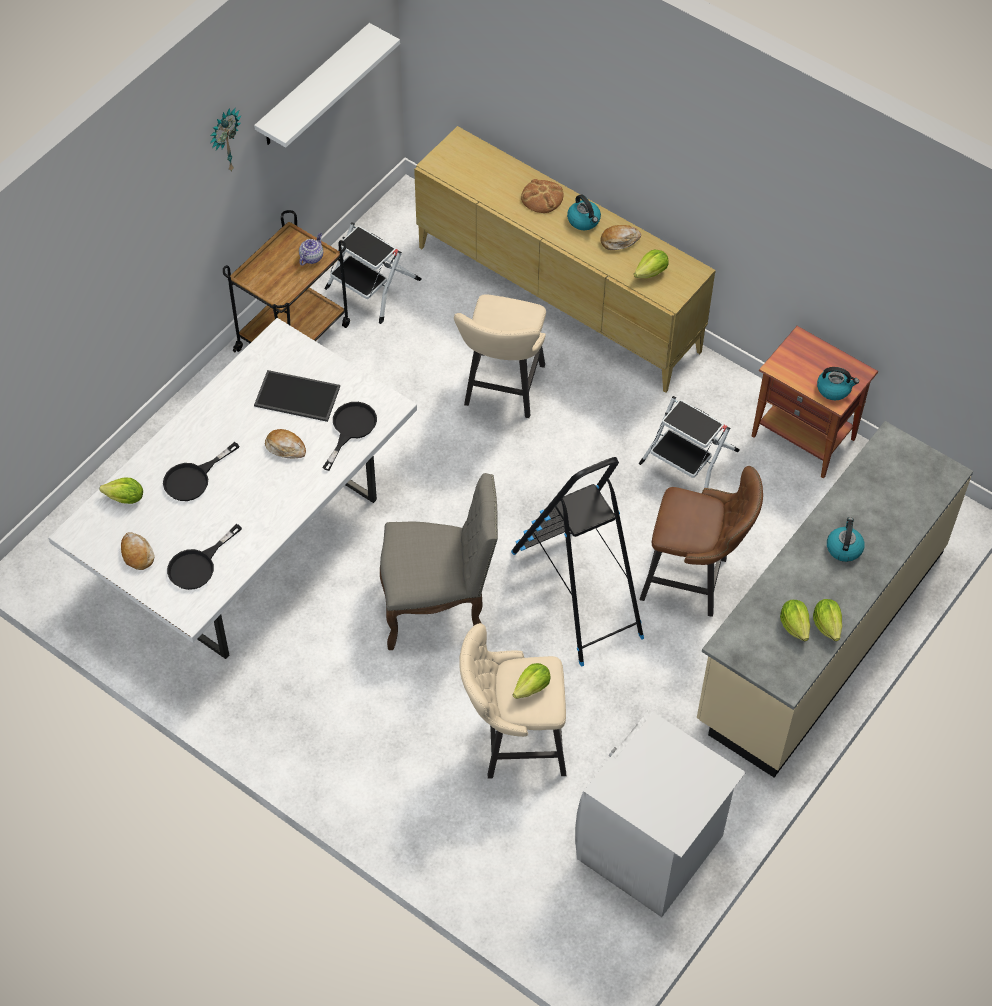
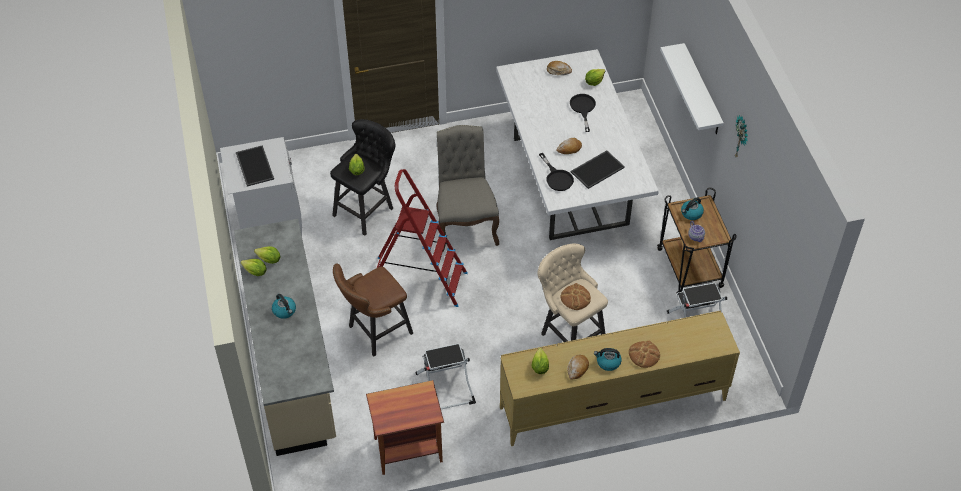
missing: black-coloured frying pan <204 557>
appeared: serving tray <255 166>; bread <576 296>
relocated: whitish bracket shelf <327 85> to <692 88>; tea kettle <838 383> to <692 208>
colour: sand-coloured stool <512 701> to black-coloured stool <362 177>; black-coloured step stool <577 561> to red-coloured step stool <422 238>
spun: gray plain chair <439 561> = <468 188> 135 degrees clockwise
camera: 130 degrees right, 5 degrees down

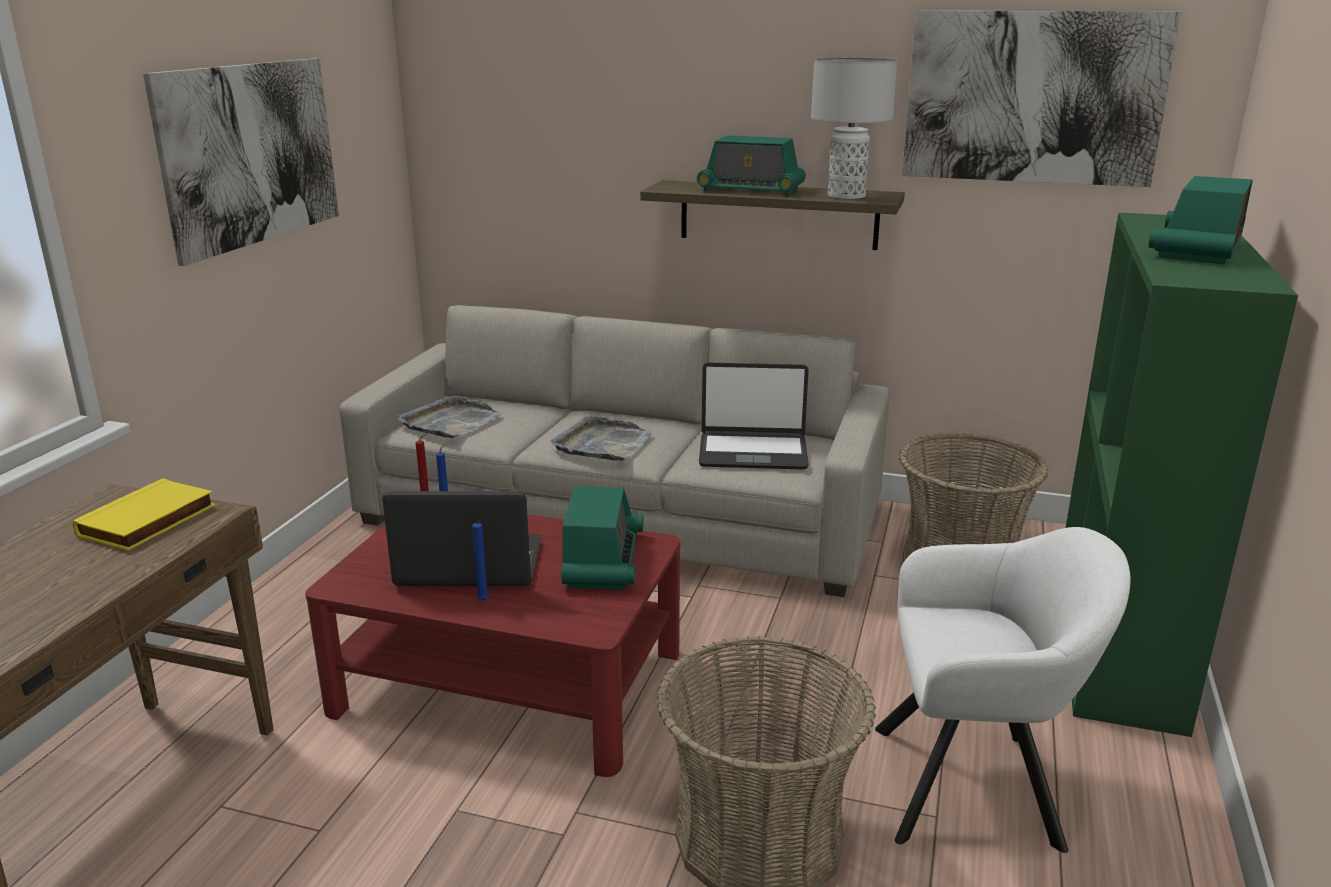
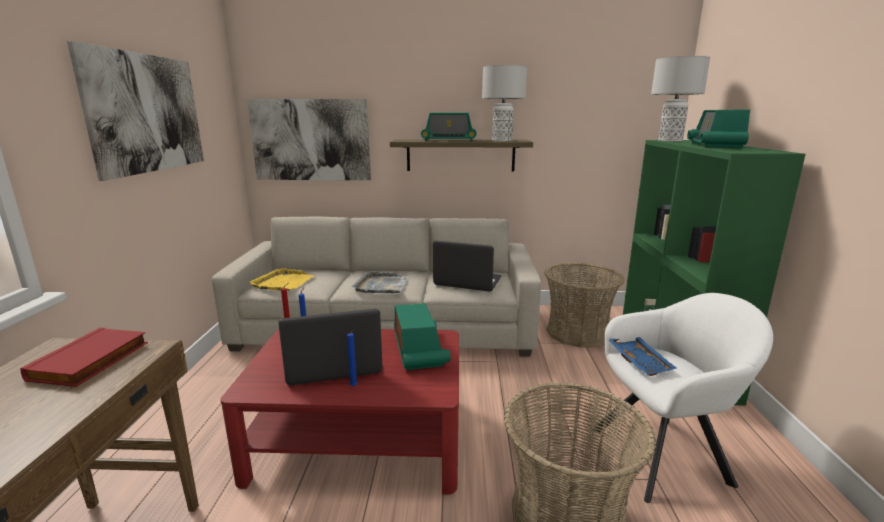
appeared: bluish serving tray <642 356>; whitish table lamp <680 99>
relocated: wall art <1042 99> to <309 139>
colour: yellow-coloured book <144 514> to red-coloured book <84 357>; gray serving tray <450 417> to yellow-coloured serving tray <282 279>
spun: laptop <754 416> = <467 266> 150 degrees counterclockwise
camera: 15 degrees left, 5 degrees down

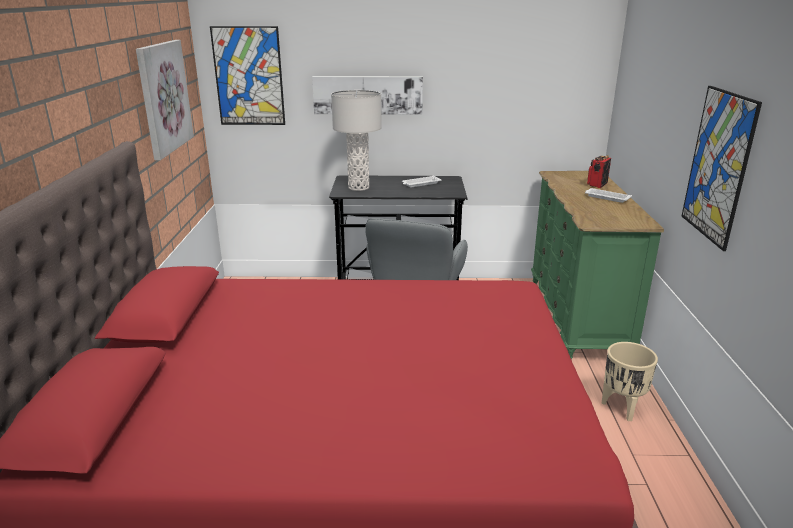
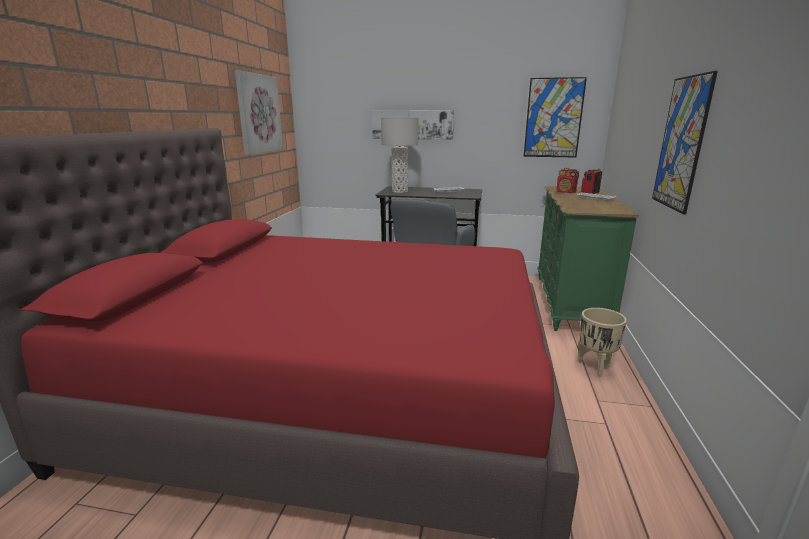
appeared: radio set <567 180>
relocated: wall art <247 75> to <555 117>
camera: 10 degrees right, 5 degrees down

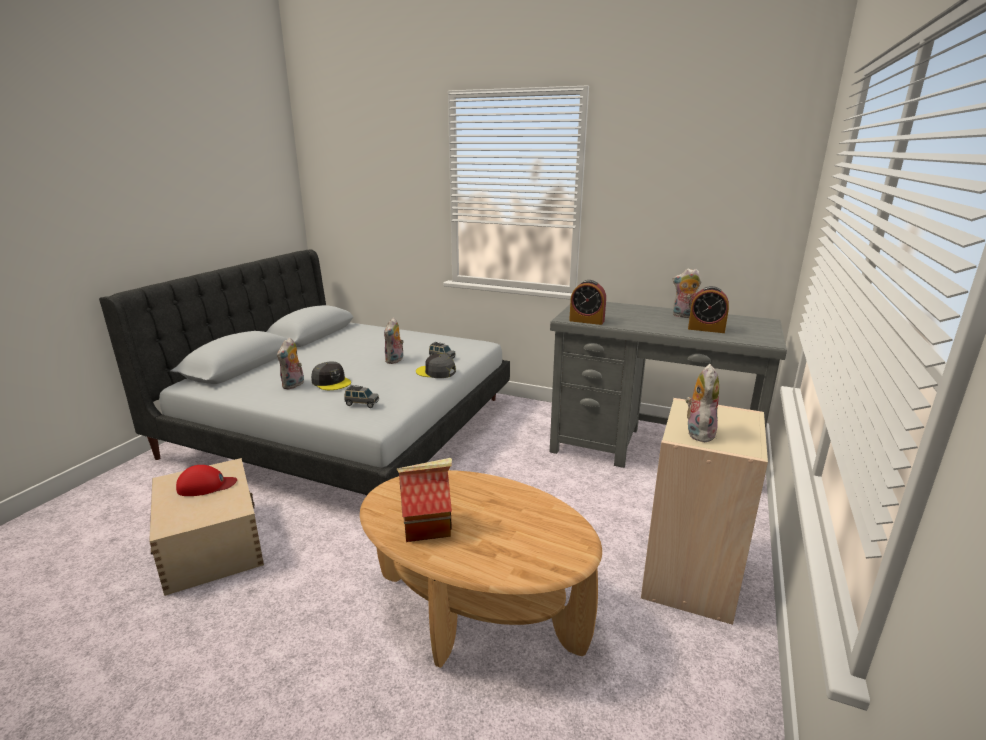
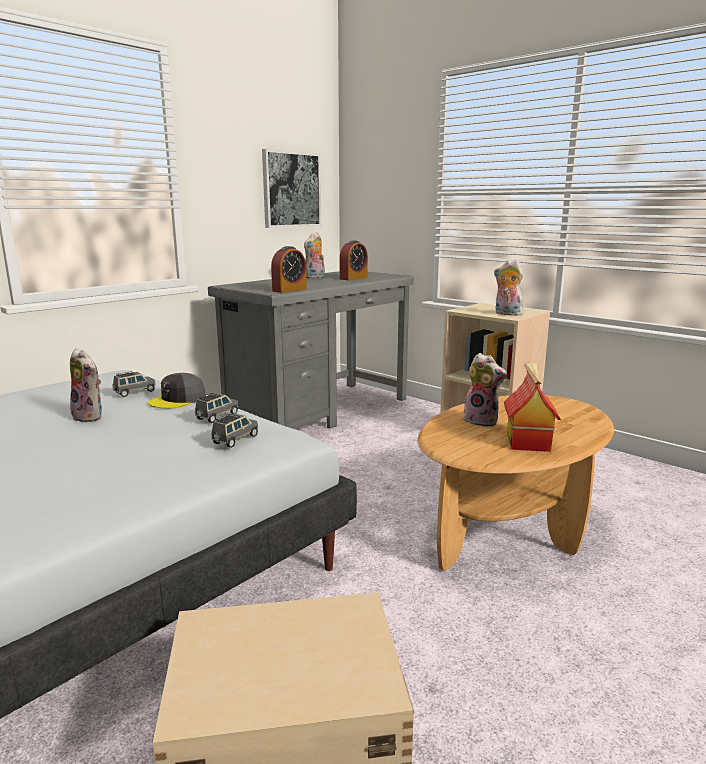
missing: red-coloured peaked cap <206 480>; gray peaked cap <331 376>
appeared: gray model car <216 408>; wall art <291 188>
relocated: cuddly toy <290 363> to <484 390>
camera: 70 degrees left, 5 degrees down

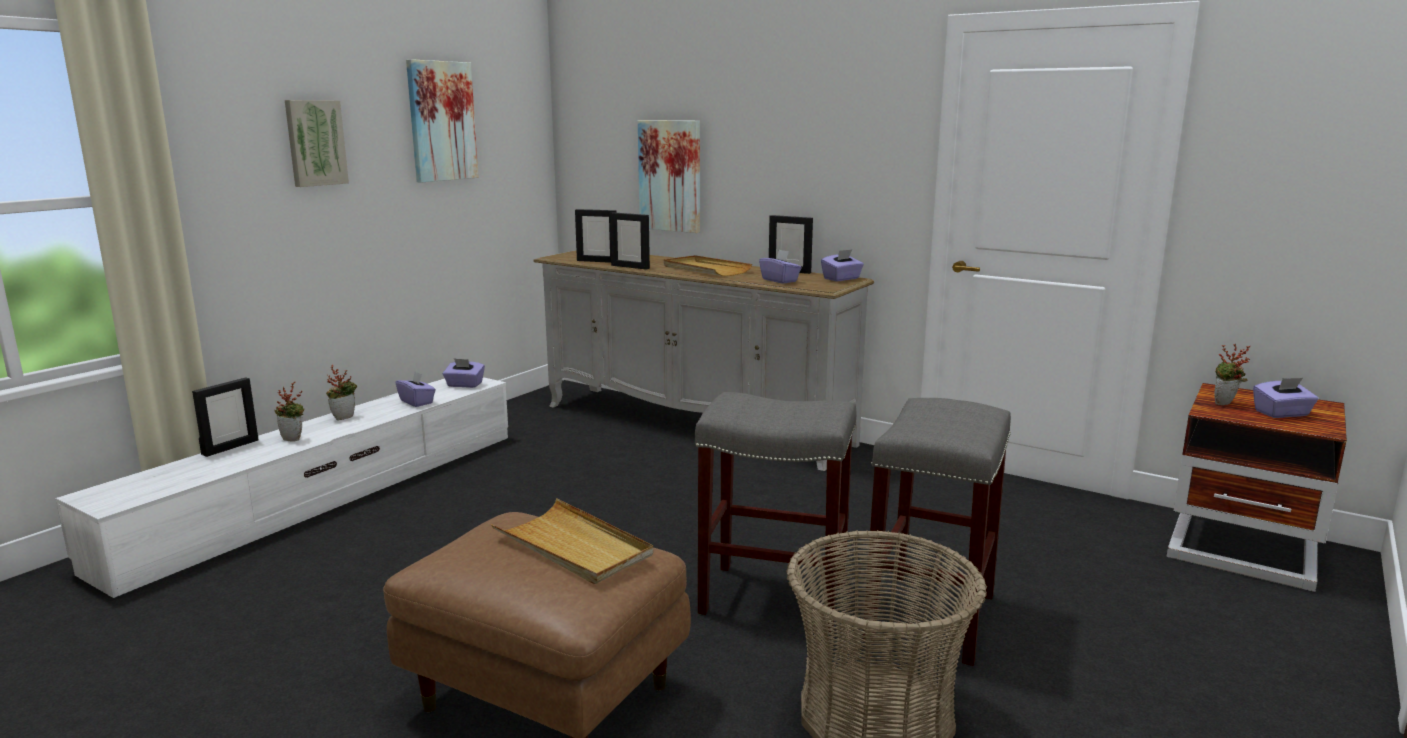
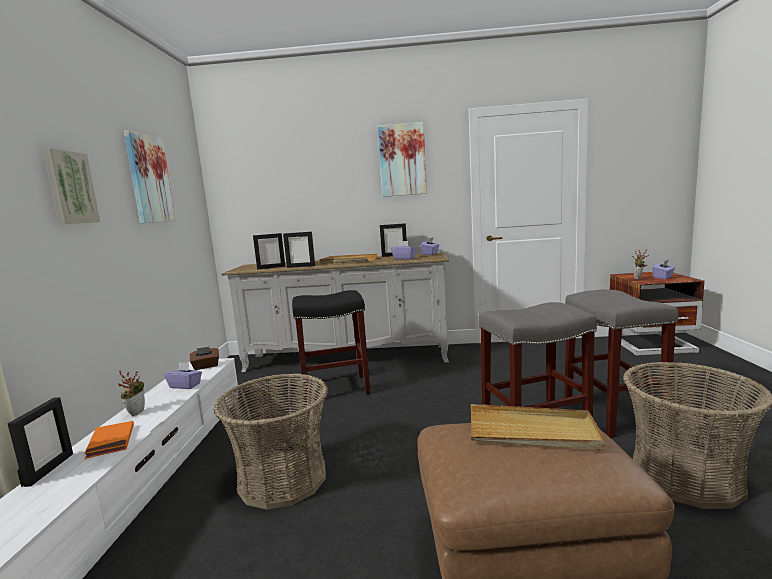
appeared: basket <271 441>; black-coloured stool <331 346>
relocated: wall art <669 176> to <402 159>
exchanged: houseplant <290 411> to orange book <109 440>
colour: purple-coloured box of tissues <464 373> to brownish box of tissues <204 358>
camera: 30 degrees left, 5 degrees down

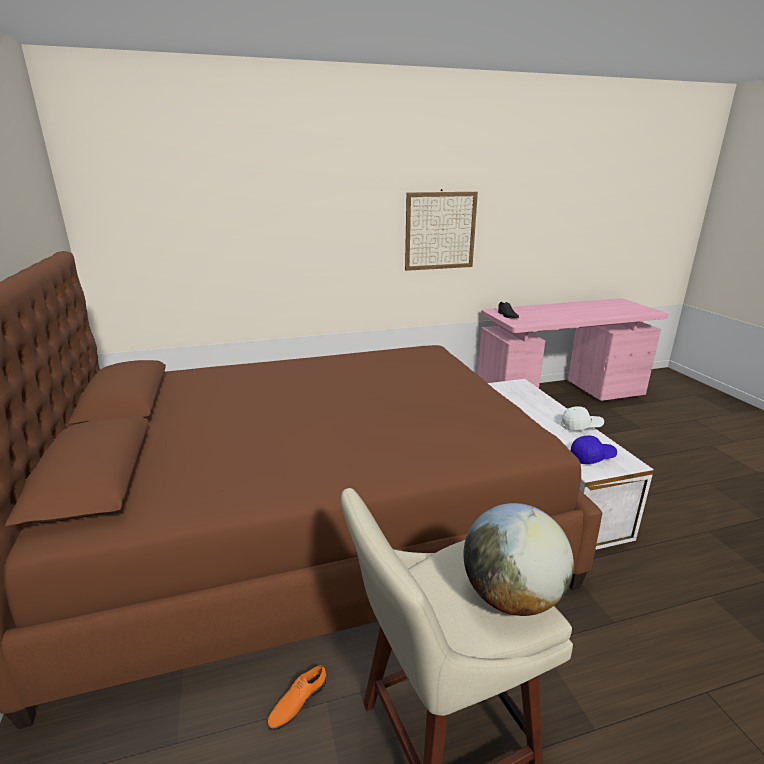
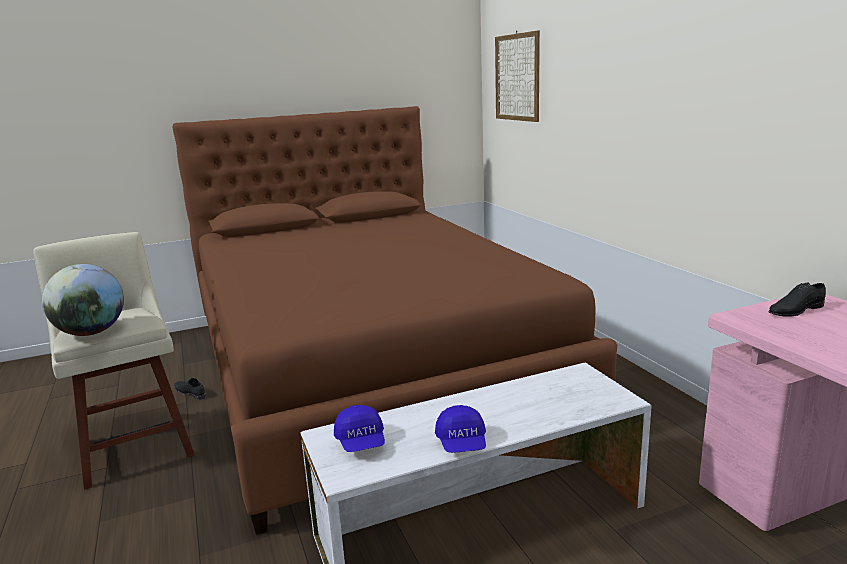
relocated: wall art <441 230> to <517 76>
colour: orange item of footwear <296 697> to black-coloured item of footwear <190 389>; whitish peaked cap <582 418> to bluish peaked cap <460 429>
camera: 85 degrees right, 5 degrees down

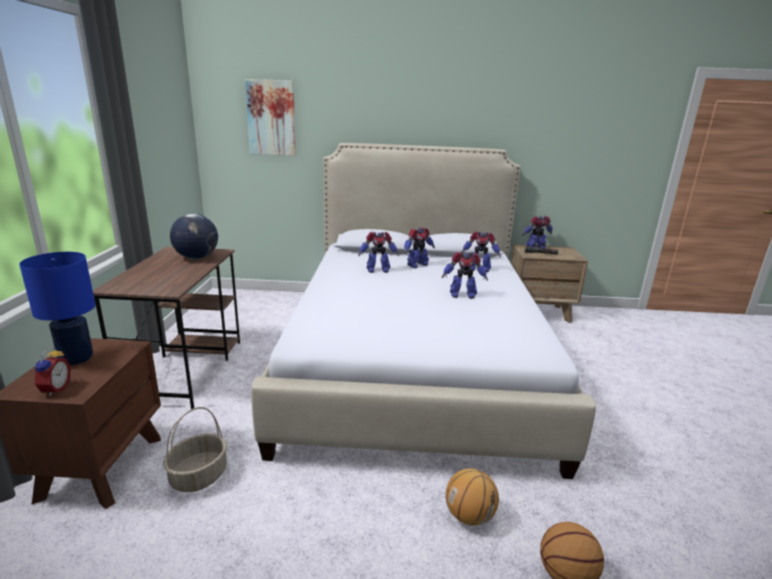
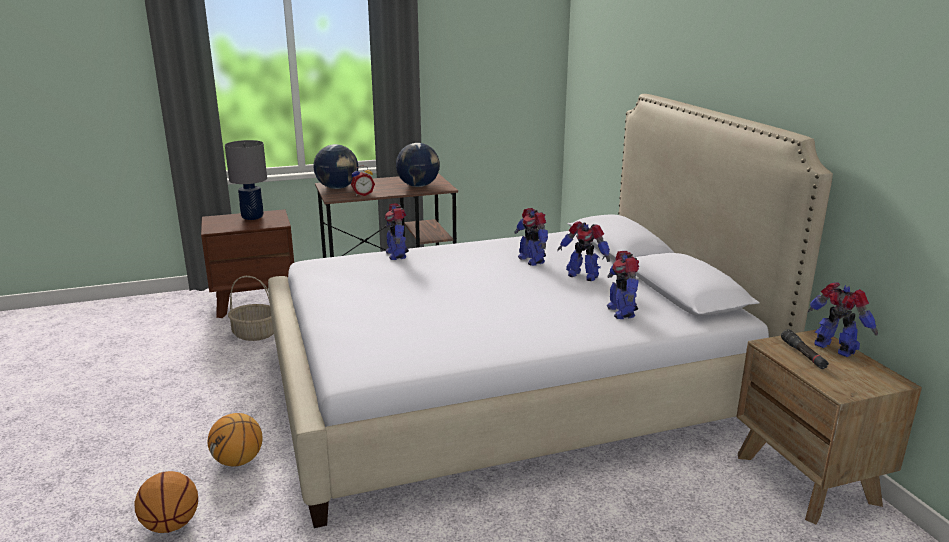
missing: wall art <270 117>
appeared: world globe <336 166>
relocated: bedside clock <53 371> to <363 180>; model robot <465 275> to <397 231>
colour: bluish table lamp <57 308> to gray table lamp <246 180>
camera: 70 degrees right, 0 degrees up

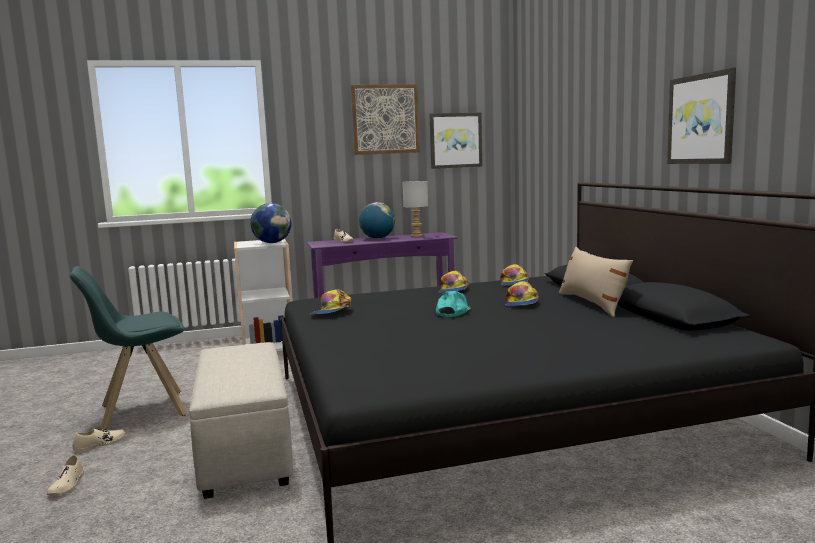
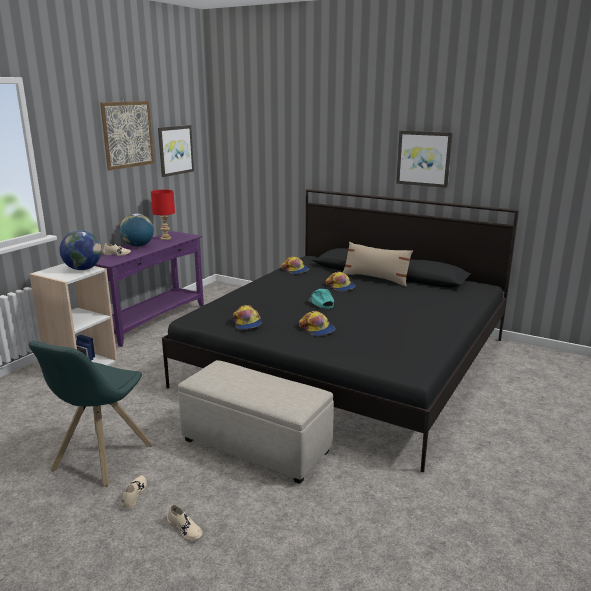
relocated: peaked cap <454 282> to <317 323>
colour: gray table lamp <415 209> to red-coloured table lamp <163 215>
camera: 45 degrees left, 10 degrees up

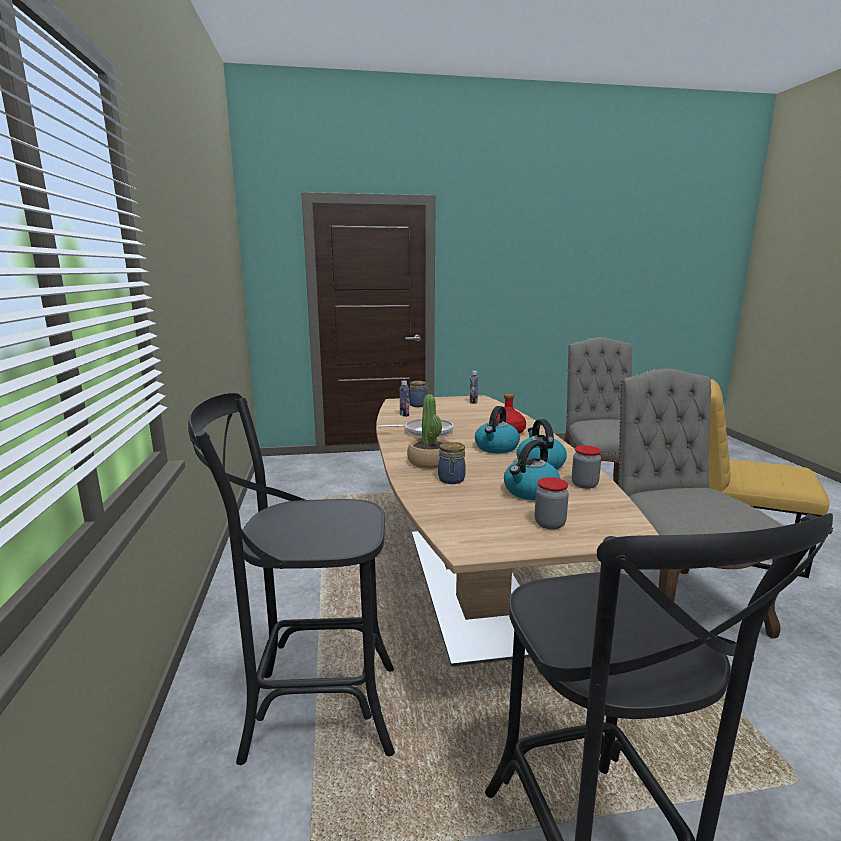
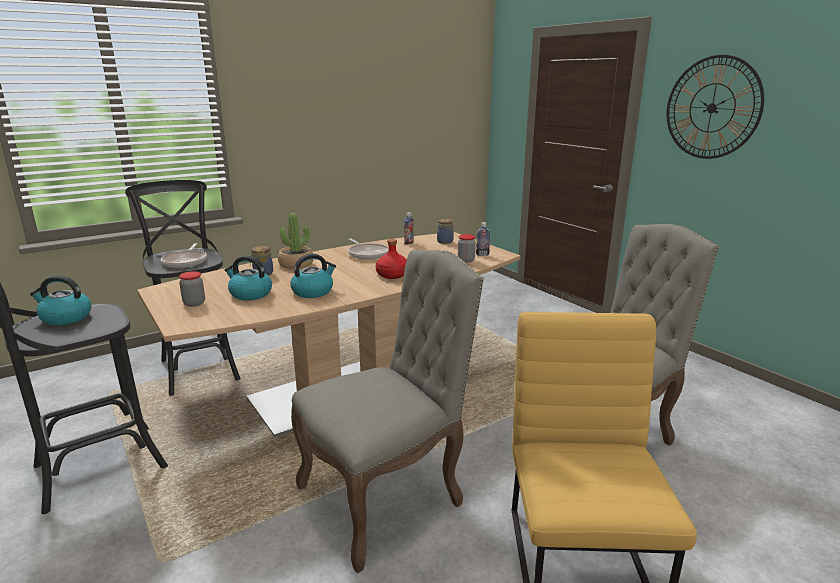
appeared: frying pan <184 255>; wall clock <715 107>
relocated: tea kettle <497 429> to <60 300>; jar <586 467> to <467 248>
camera: 65 degrees right, 5 degrees up

